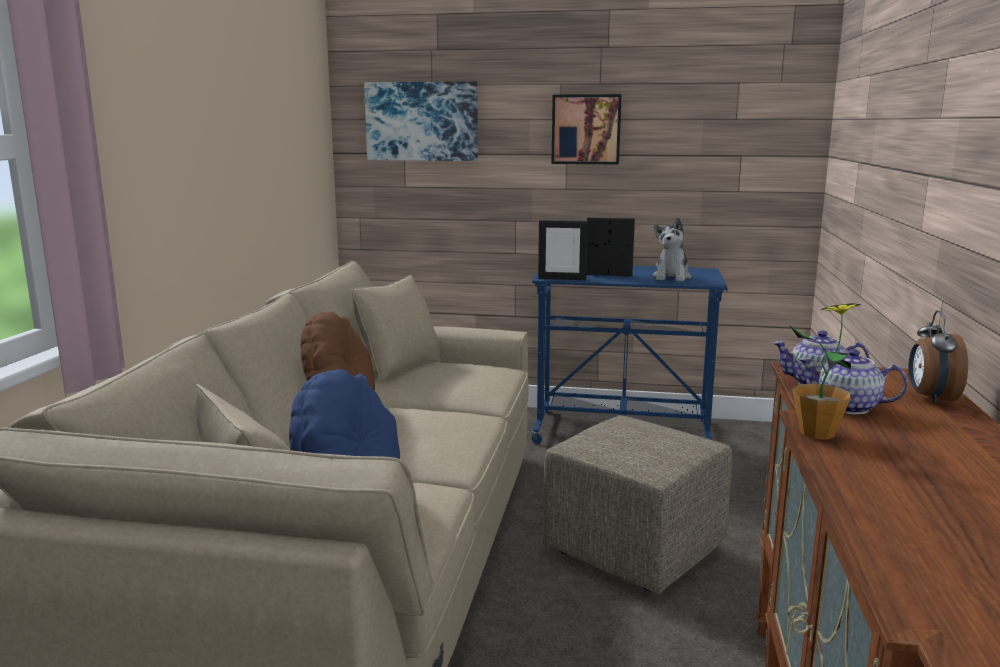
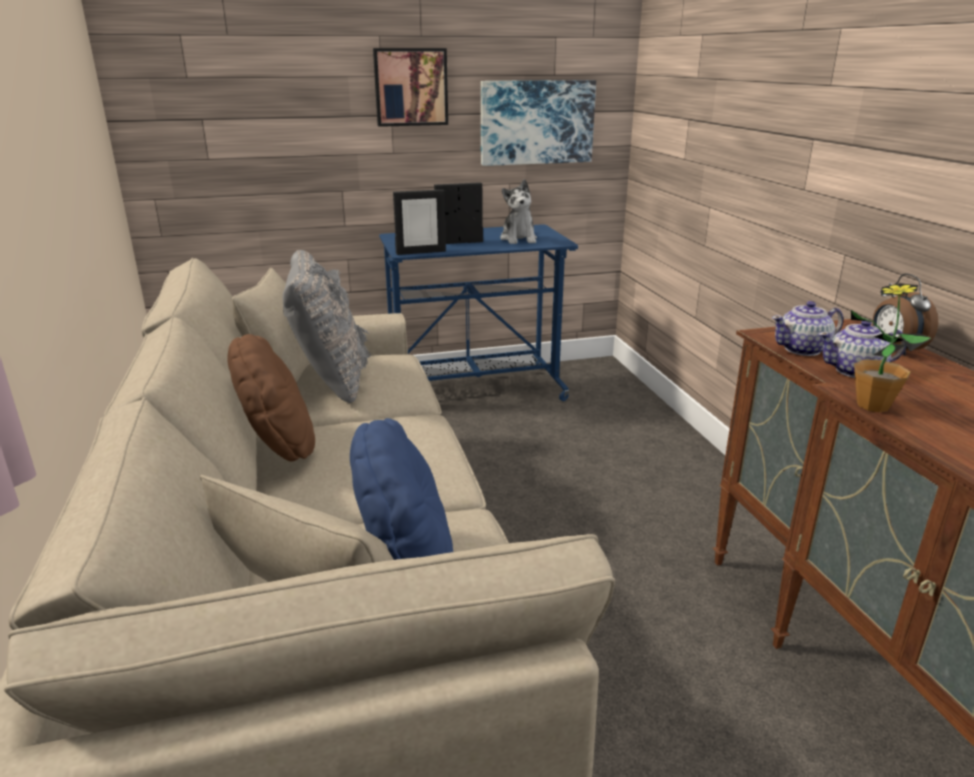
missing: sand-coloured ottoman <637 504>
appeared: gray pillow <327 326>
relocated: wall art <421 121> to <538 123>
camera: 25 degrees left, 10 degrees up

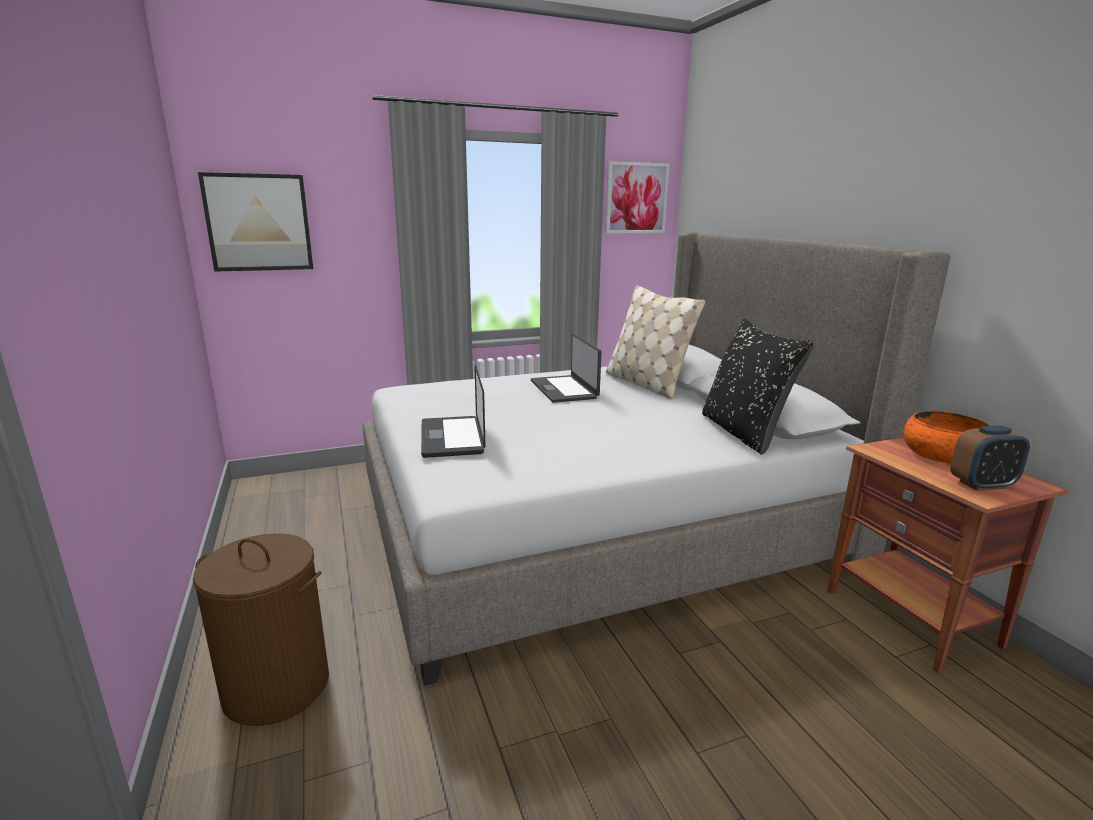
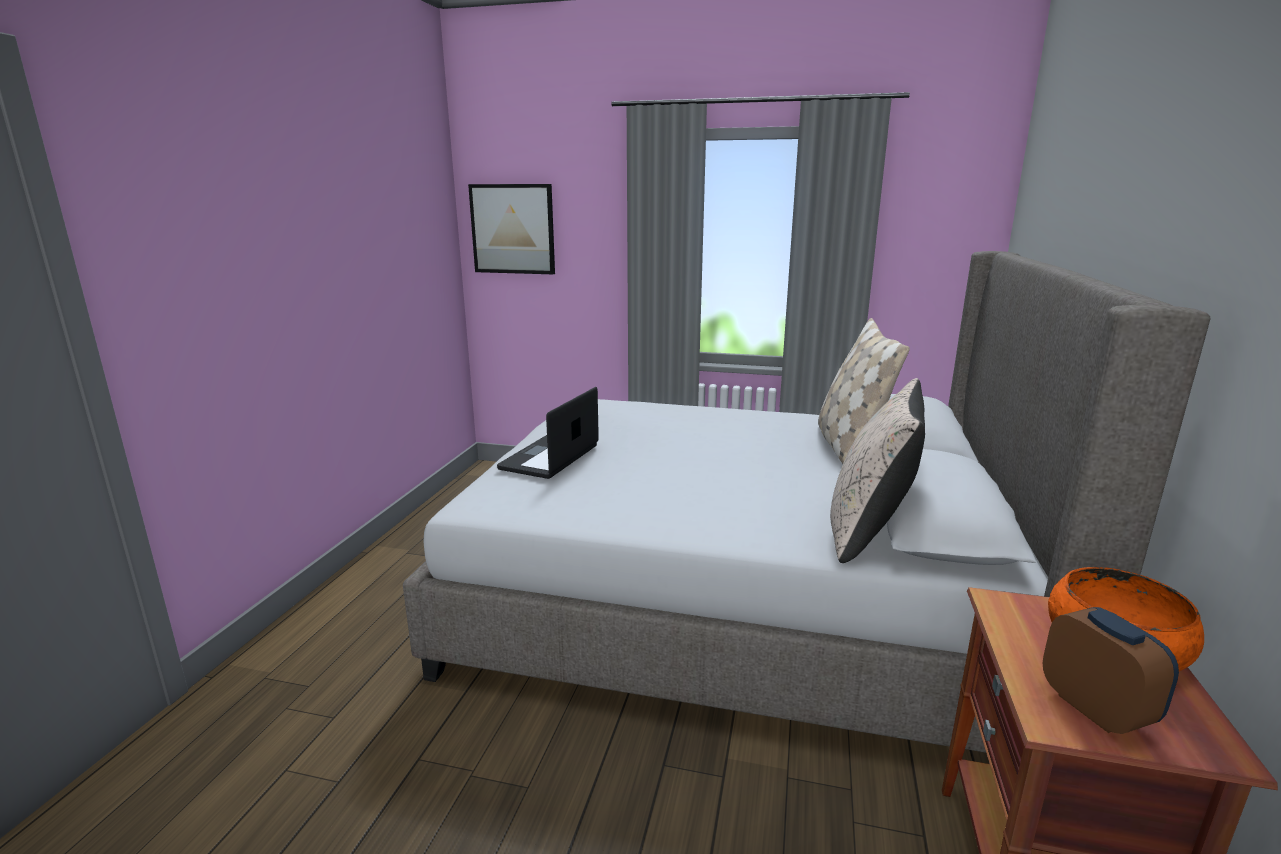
missing: brownish laundry basket <261 629>; laptop <566 368>; wall art <637 197>
colour: black-coloured pillow <758 386> to sand-coloured pillow <877 470>
spun: bedside clock <990 458> = <1111 670> 135 degrees counterclockwise
camera: 35 degrees right, 0 degrees up

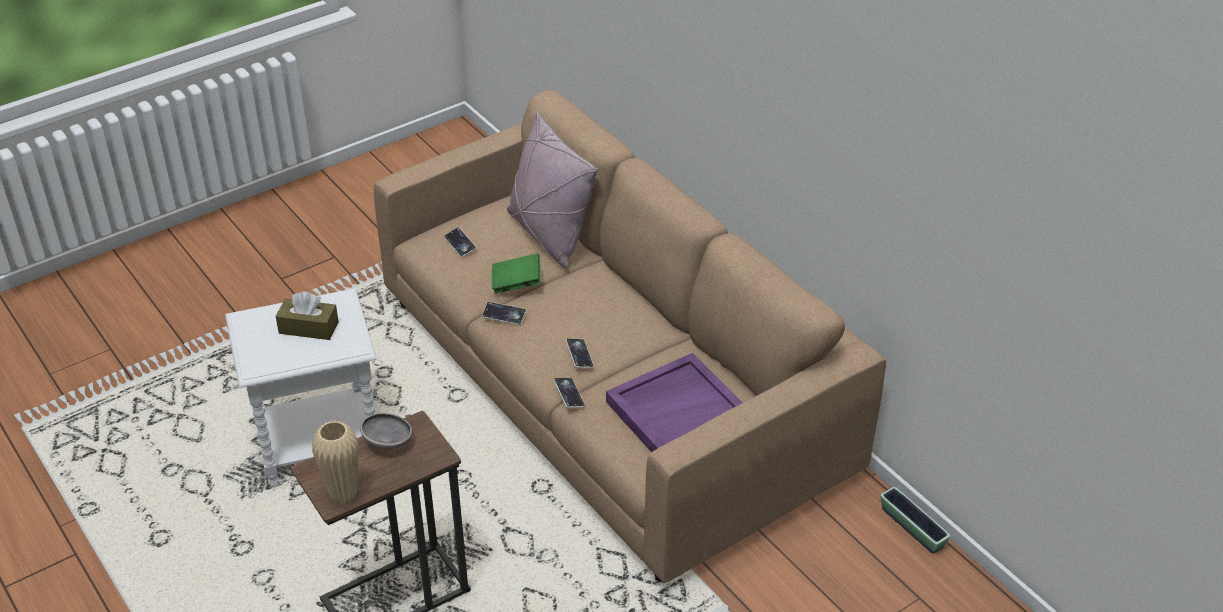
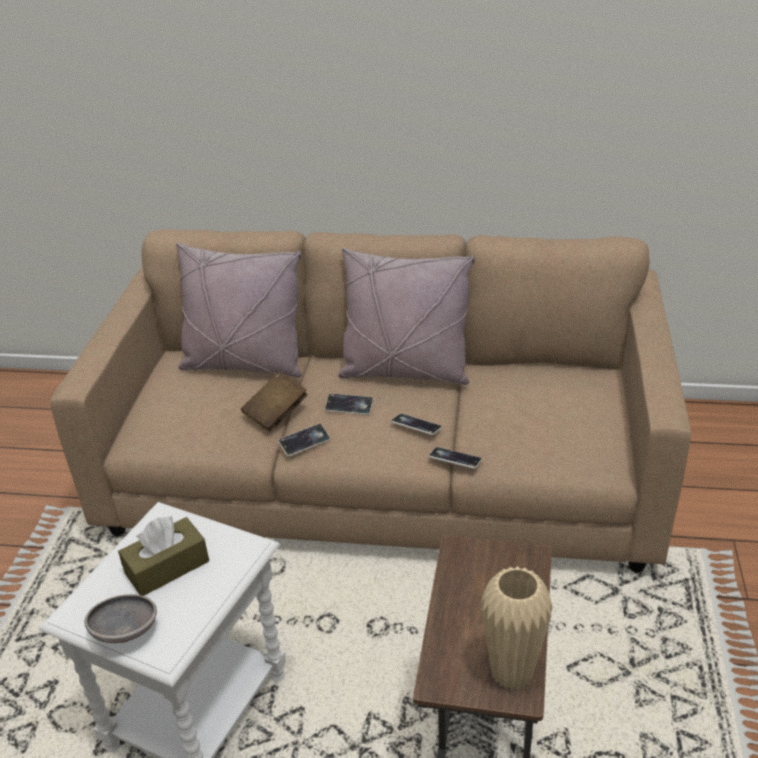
missing: purple-coloured serving tray <674 402>; flower pot <915 520>
appeared: purple-coloured pillow <406 316>
relocated: gray bowl <386 431> to <120 618>; telephone <460 242> to <349 404>
colour: green book <516 273> to brownish book <274 401>
camera: 45 degrees left, 5 degrees down

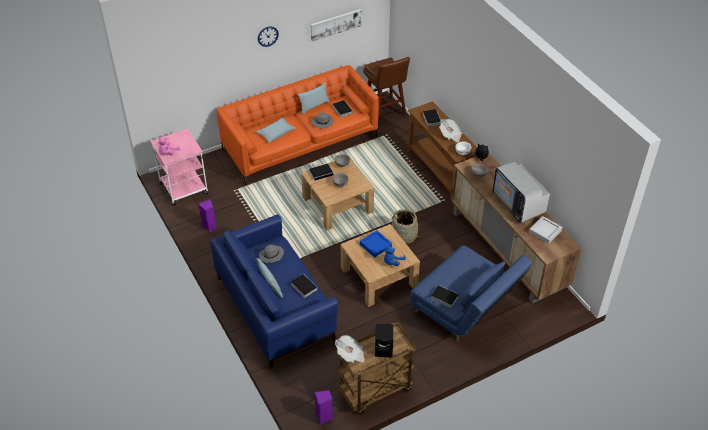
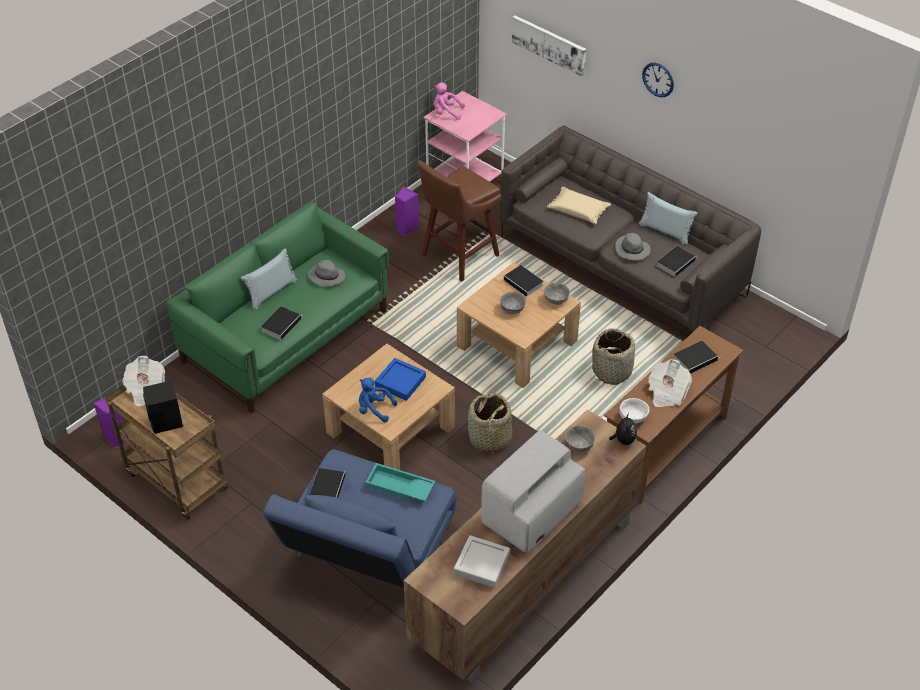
appeared: turquoise-coloured serving tray <400 482>; basket <613 356>
relocated: wall art <336 25> to <549 46>; brownish stool <386 90> to <459 221>
colour: bluish sofa <274 292> to green sofa <277 308>; orange sofa <298 125> to gray sofa <630 228>; bluish pillow <276 130> to sand-coloured pillow <579 205>
camera: 70 degrees right, 0 degrees up

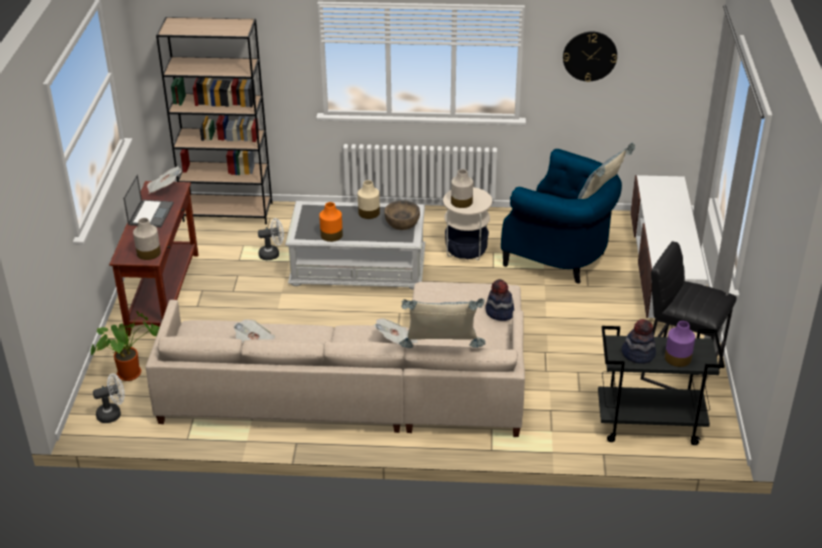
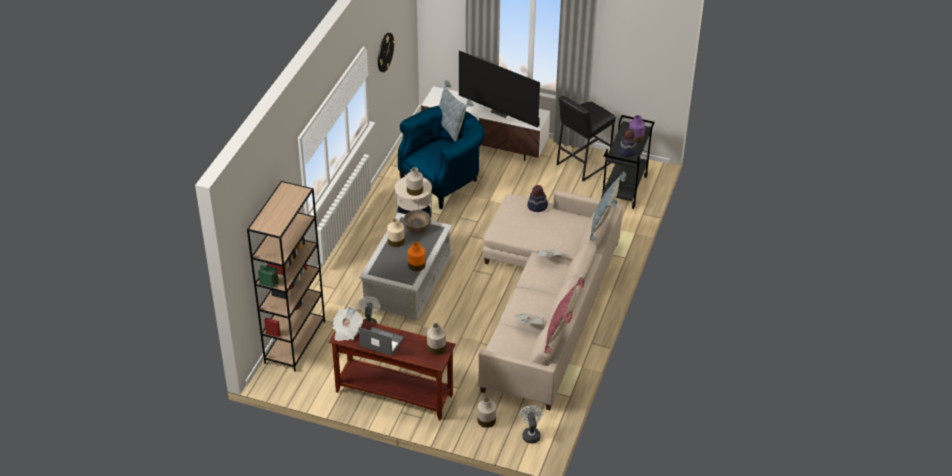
appeared: TV <499 89>; red-coloured pillow <564 316>
exchanged: houseplant <125 346> to sand-coloured flower vase <486 412>
camera: 75 degrees left, 5 degrees up

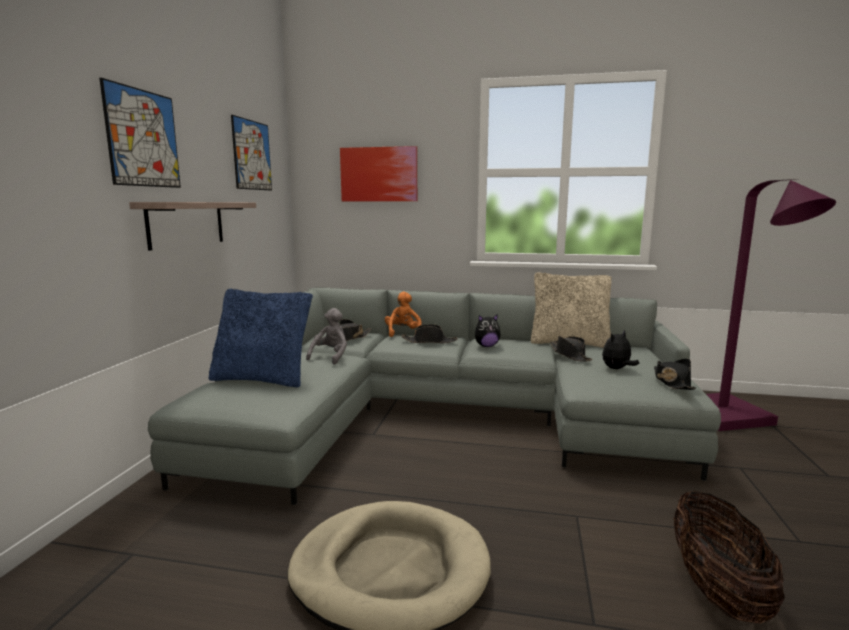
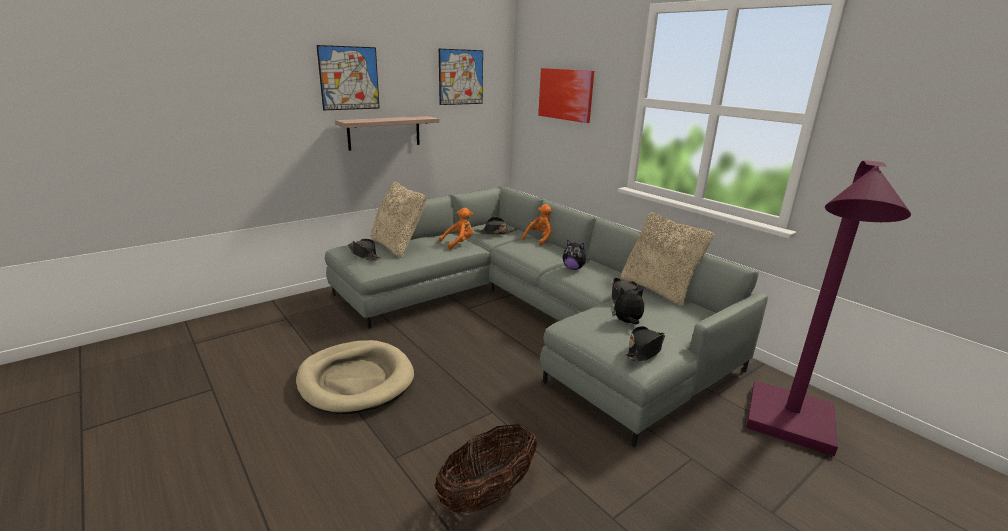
relocated: black-coloured wearable hat <429 333> to <364 249>
colour: bluish pillow <261 338> to sand-coloured pillow <399 219>; gray cuddly toy <326 336> to orange cuddly toy <456 229>
camera: 40 degrees right, 10 degrees up

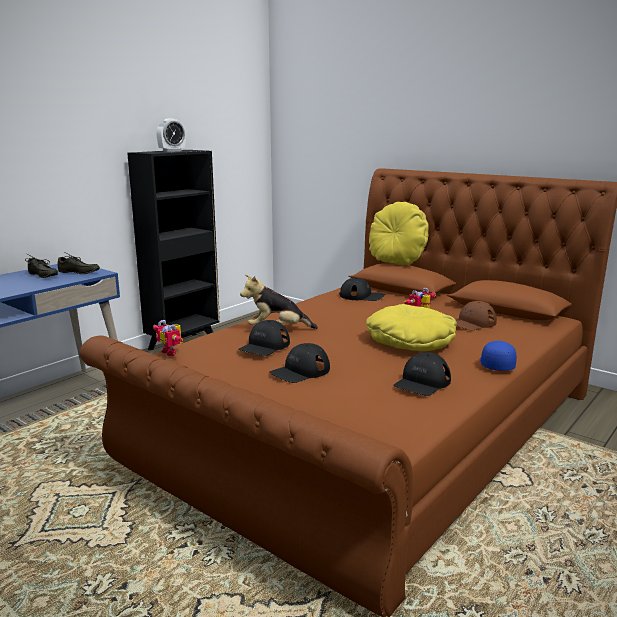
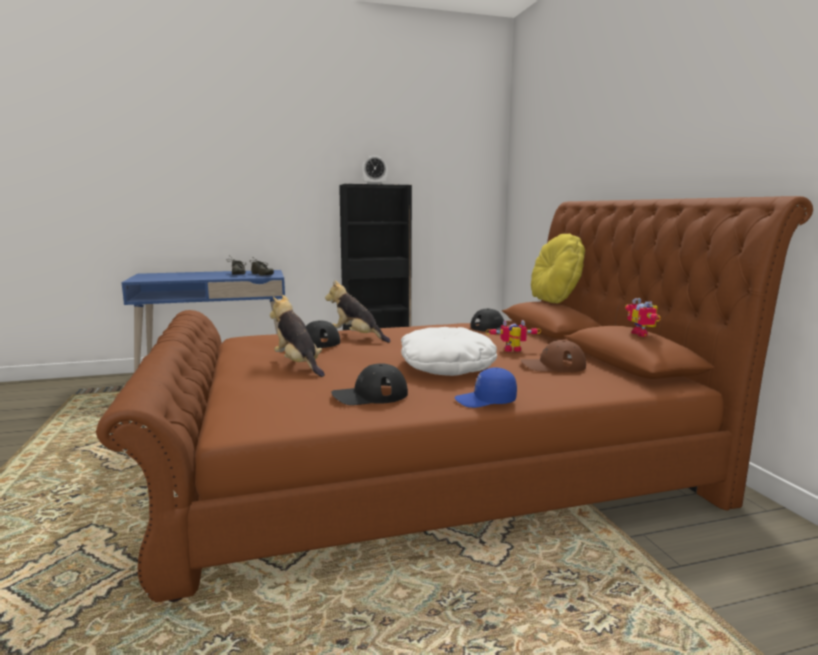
relocated: model robot <168 338> to <643 317>
exchanged: black-coloured peaked cap <299 363> to cuddly toy <297 336>
colour: yellow-coloured pillow <411 327> to whitish pillow <449 351>
spun: bluish peaked cap <498 356> = <486 387> 135 degrees counterclockwise
camera: 35 degrees right, 5 degrees down

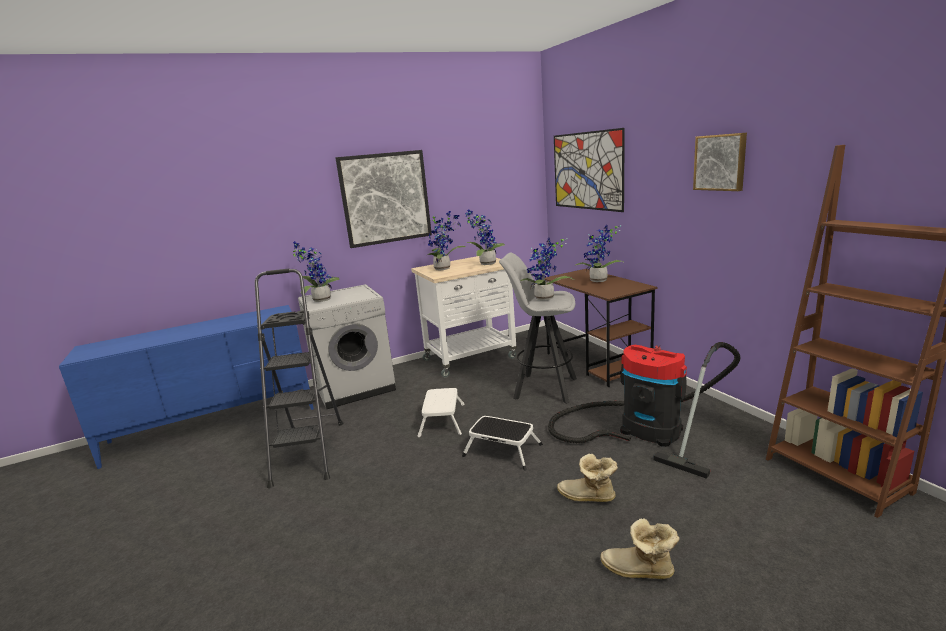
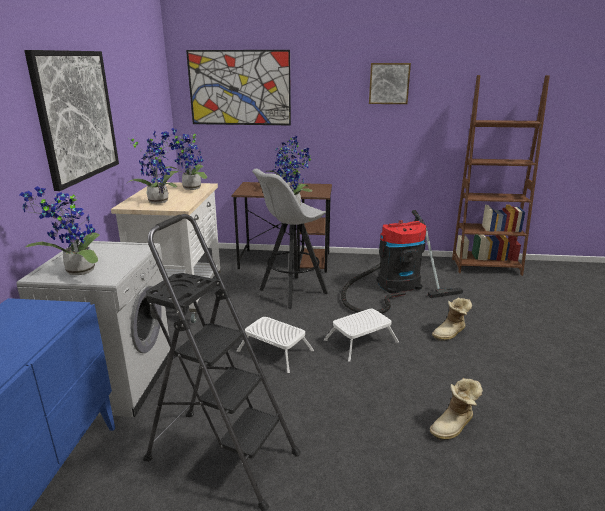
relocated: tall boot <640 548> to <456 409>
colour: black-coloured step stool <502 443> to whitish step stool <361 335>
camera: 60 degrees left, 5 degrees up

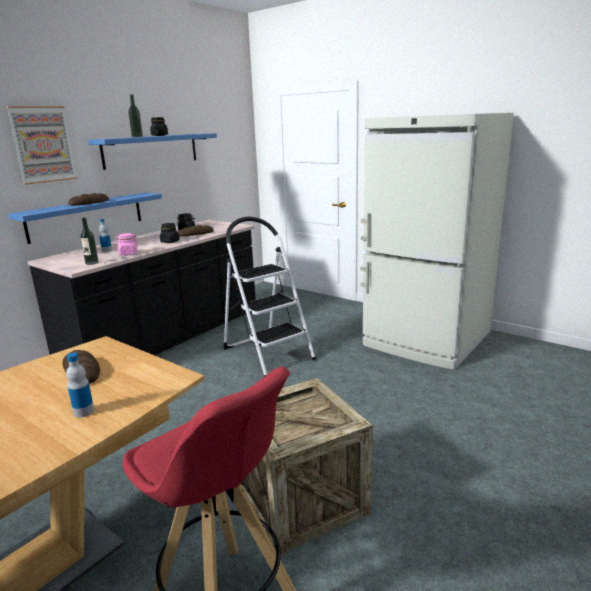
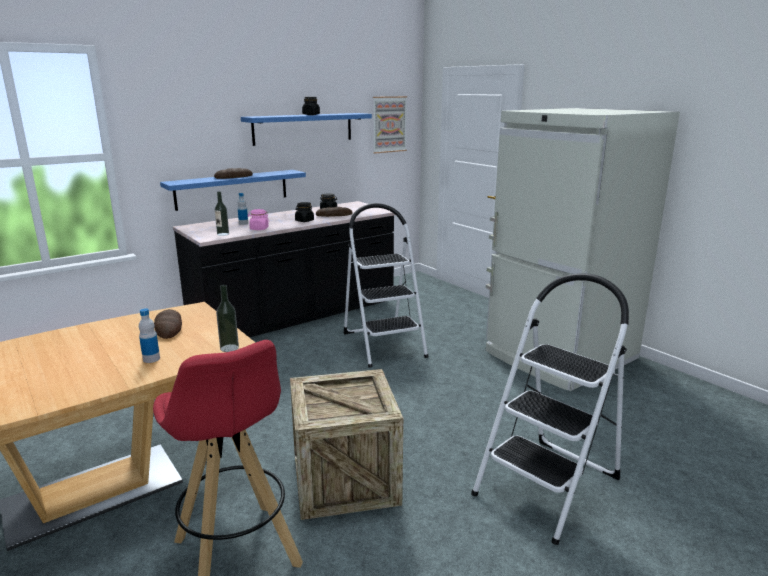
appeared: step stool <550 409>
relocated: wall art <41 145> to <390 124>; beverage bottle <135 115> to <227 318>
camera: 15 degrees right, 0 degrees up

